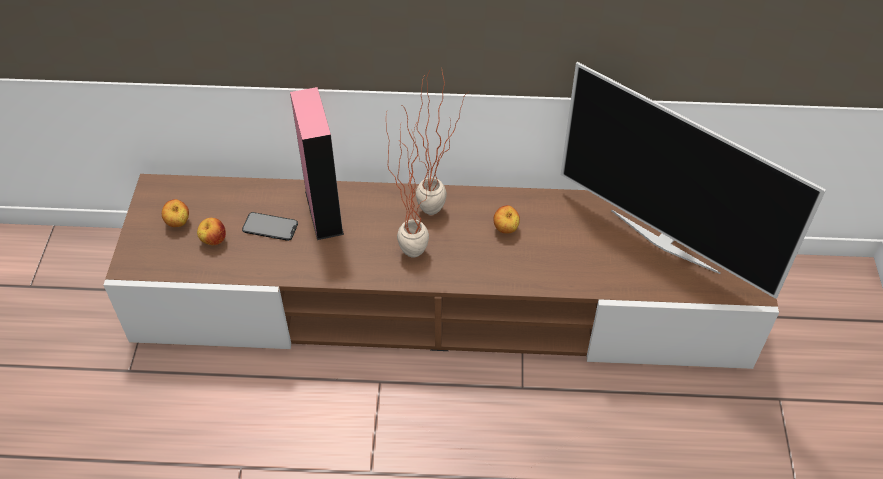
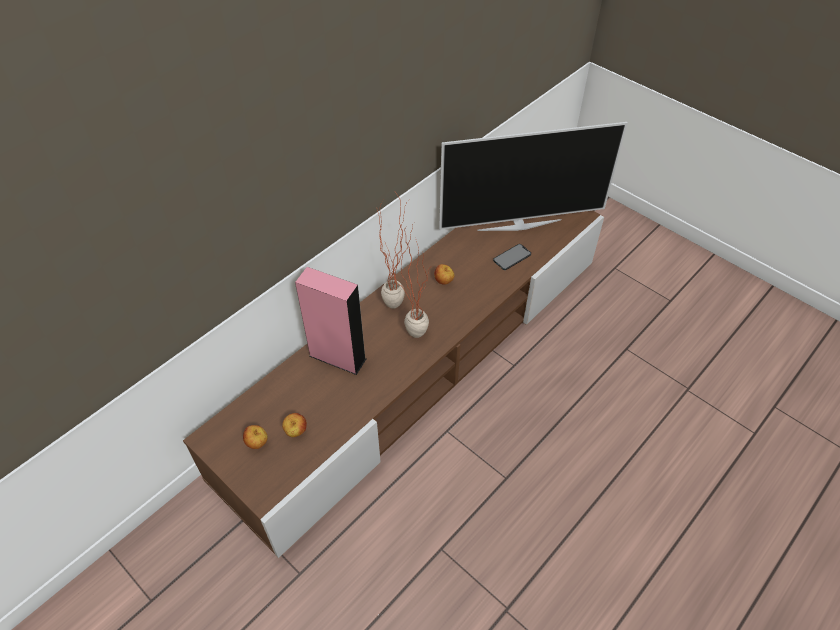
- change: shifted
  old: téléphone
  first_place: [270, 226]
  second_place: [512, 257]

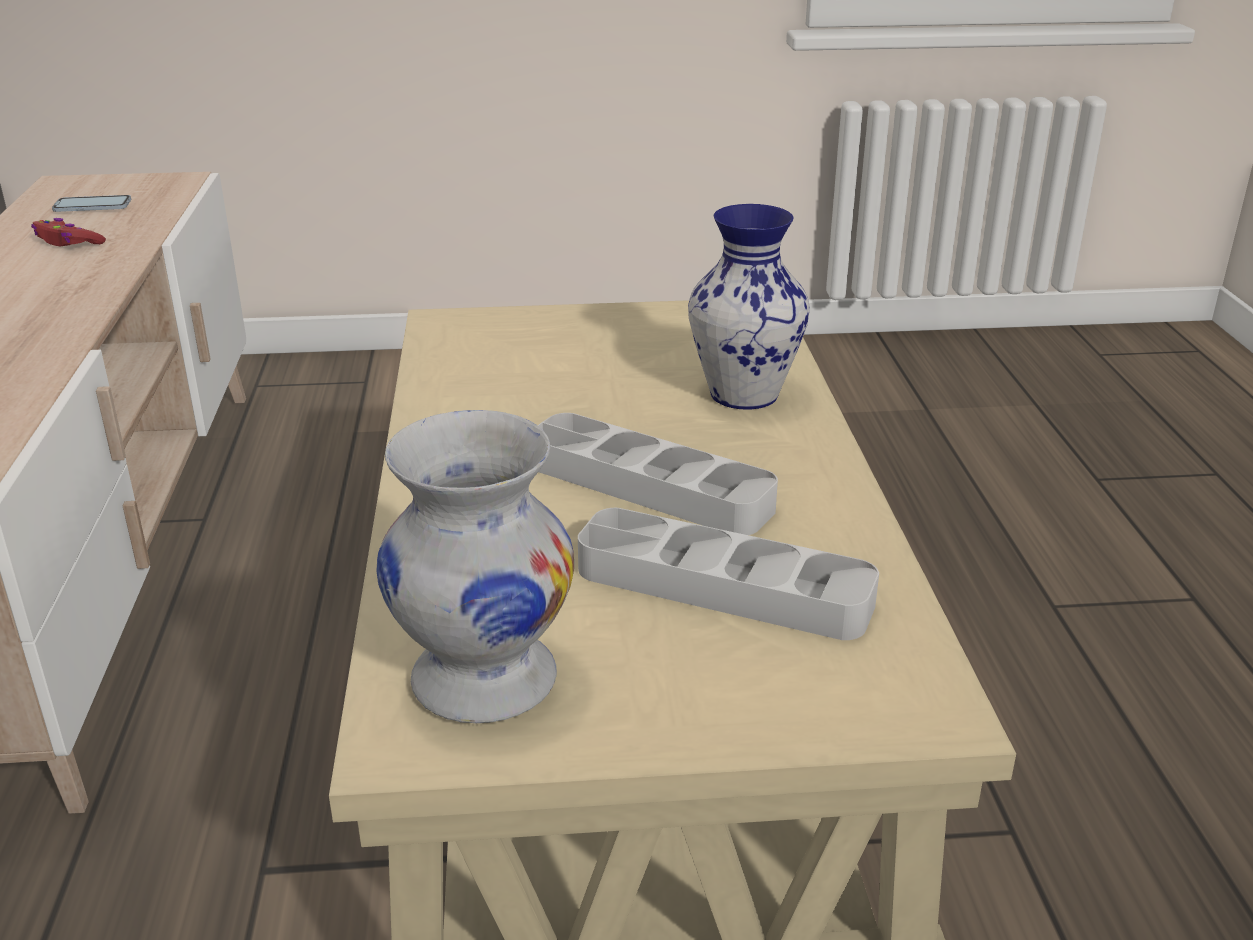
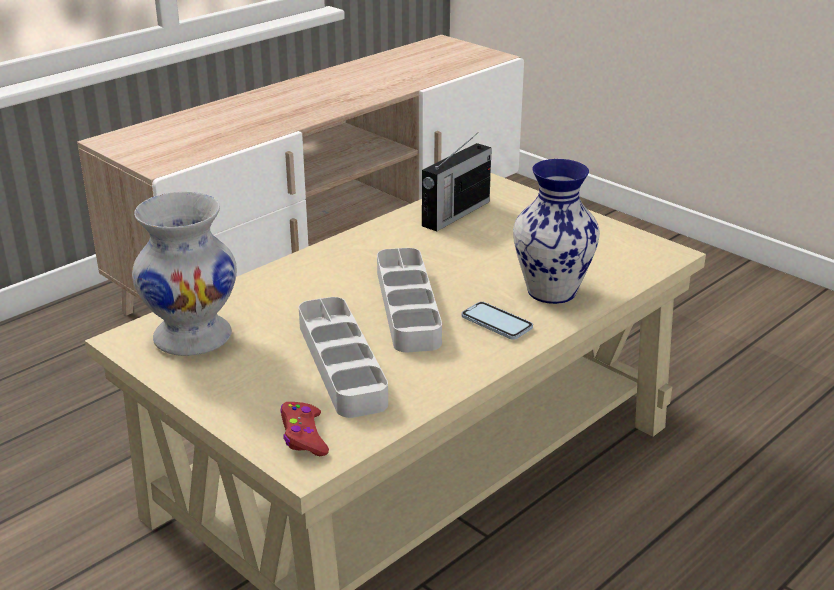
- change: new
  new: radio
  second_place: [457, 183]
- change: shifted
  old: manette (rouge)
  first_place: [68, 232]
  second_place: [304, 429]
- change: shifted
  old: téléphone
  first_place: [91, 203]
  second_place: [497, 321]

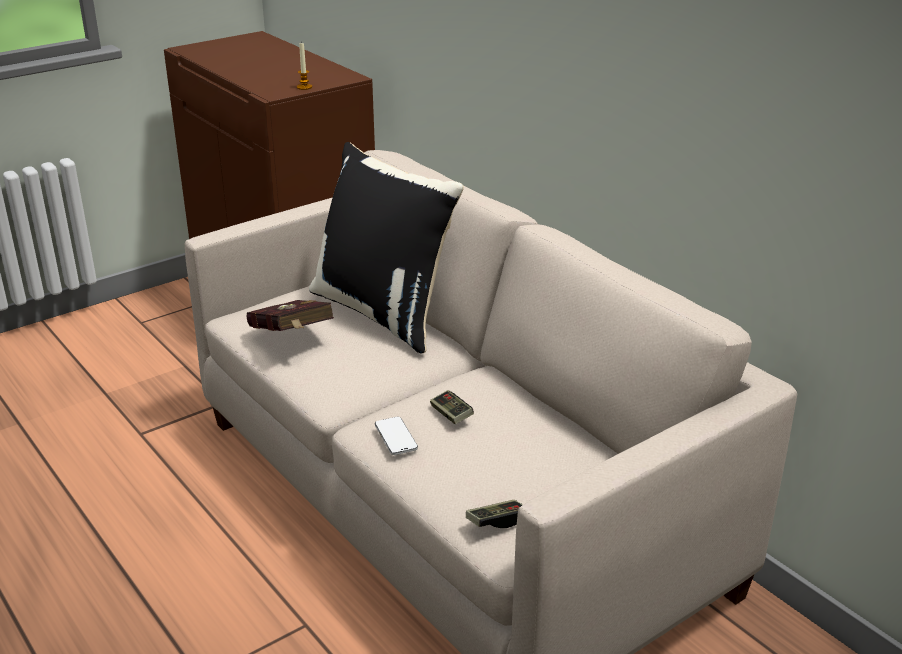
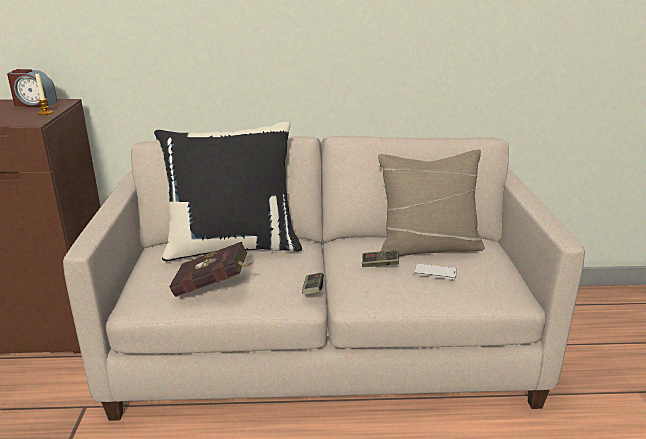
- change: new
  new: réveil
  second_place: [32, 88]
- change: new
  new: coussin (beige)
  second_place: [431, 203]
- change: shifted
  old: téléphone
  first_place: [396, 436]
  second_place: [435, 271]
- change: shifted
  old: manette
  first_place: [494, 514]
  second_place: [313, 283]

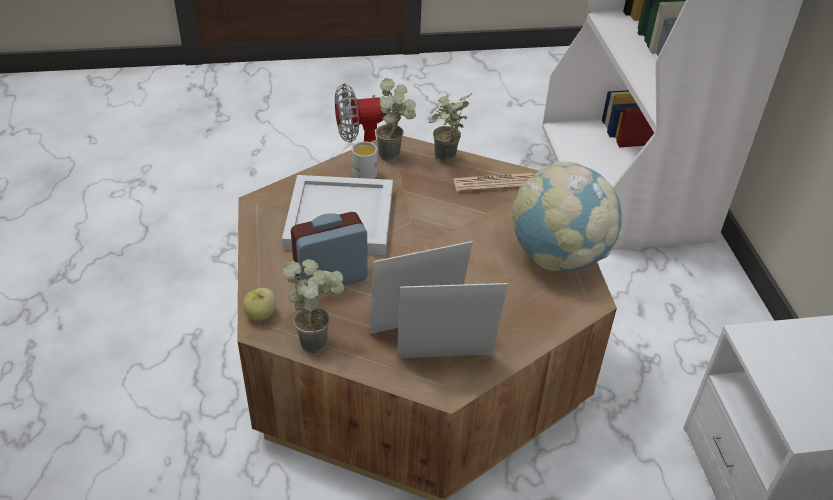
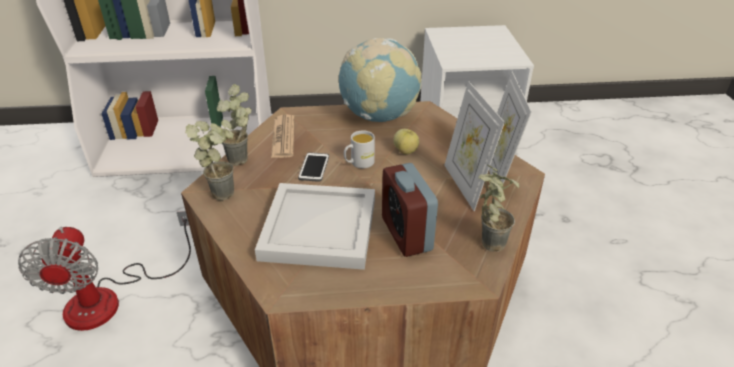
- change: new
  new: téléphone
  second_place: [313, 167]
- change: shifted
  old: pomme
  first_place: [260, 304]
  second_place: [406, 142]
- change: shifted
  old: mug (blanc)
  first_place: [364, 160]
  second_place: [359, 149]

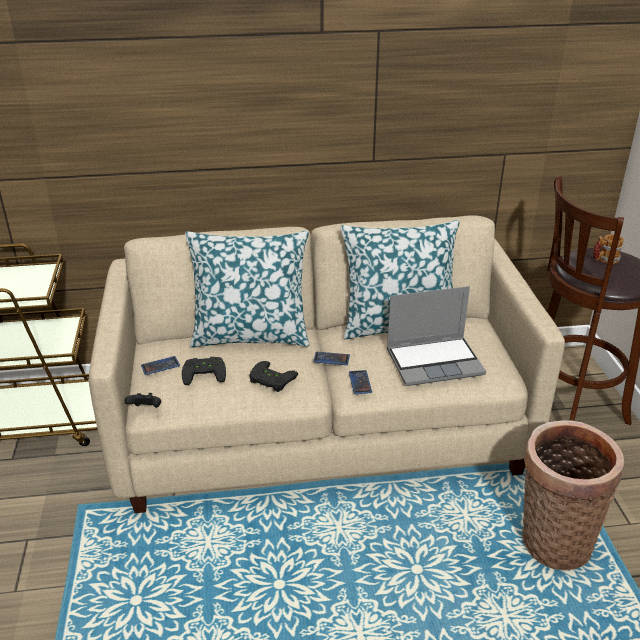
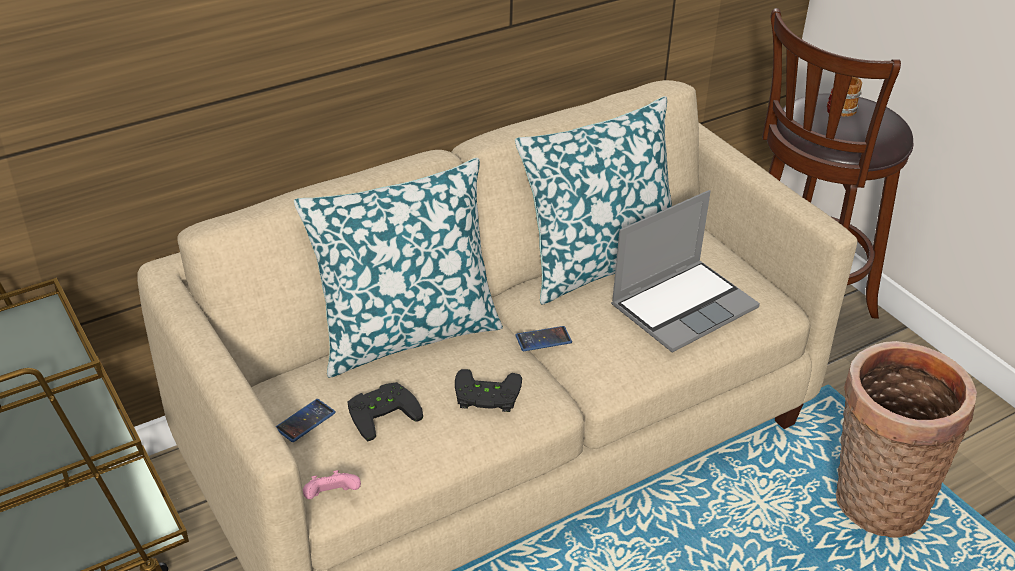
- change: gone
  old: téléphone
  first_place: [360, 382]
- change: repainted
  old: manette (noir)
  new: manette (rose)
  first_place: [143, 400]
  second_place: [332, 484]

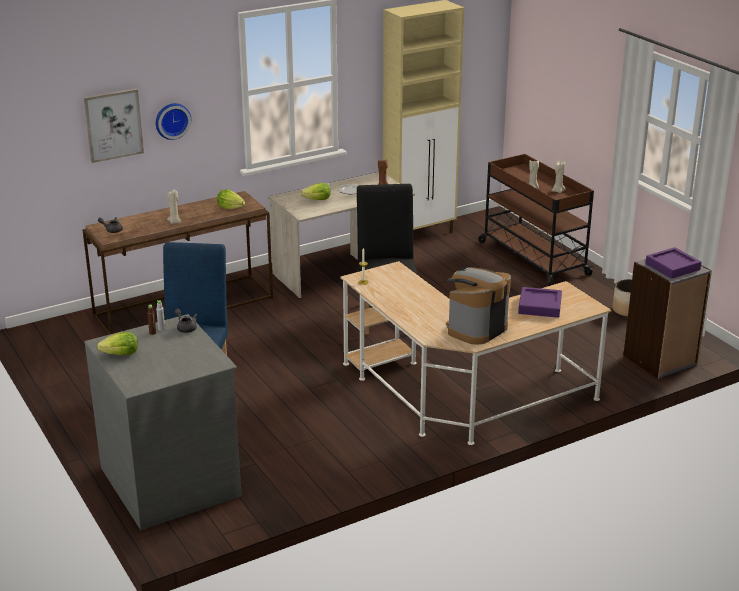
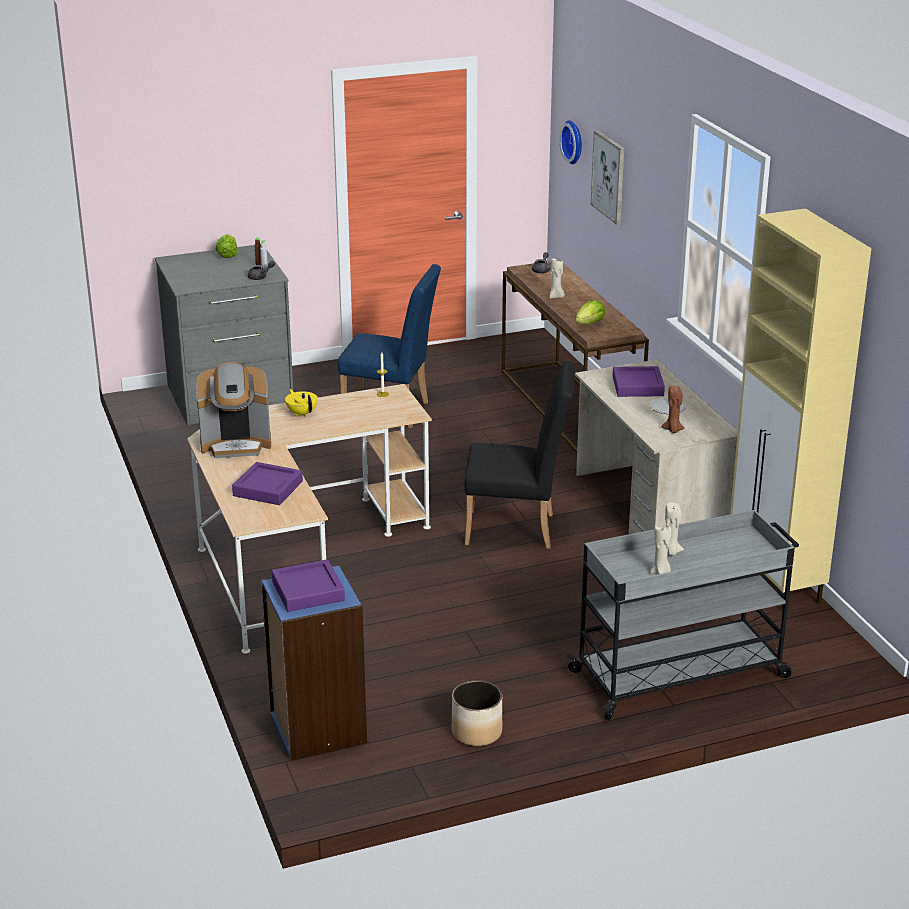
- change: new
  new: théière (jaune)
  second_place: [301, 403]
- change: shifted
  old: horloge murale
  first_place: [173, 121]
  second_place: [570, 142]
- change: swapped
  old: laitue
  new: plateau (violet)
  first_place: [316, 191]
  second_place: [639, 381]
- change: repainted
  old: chariot (marron)
  new: chariot (gris)
  first_place: [536, 220]
  second_place: [682, 615]
- change: repainted
  old: bibliothèque (gris)
  new: bibliothèque (bleu)
  first_place: [667, 319]
  second_place: [314, 662]
- change: rotated
  old: machine à café
  first_place: [478, 306]
  second_place: [233, 410]
  degrees: 120

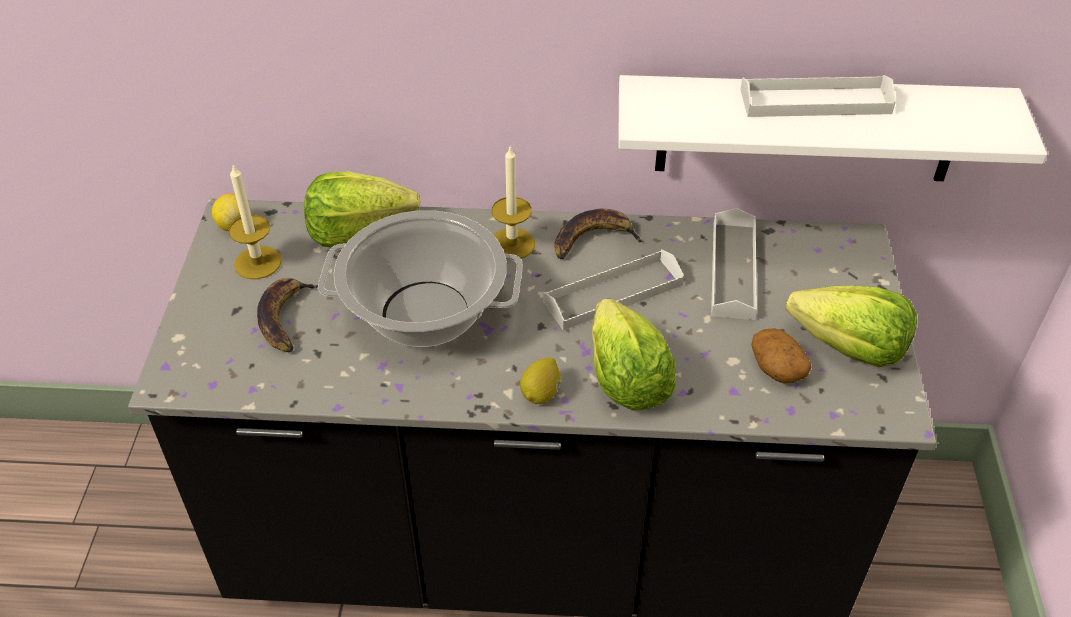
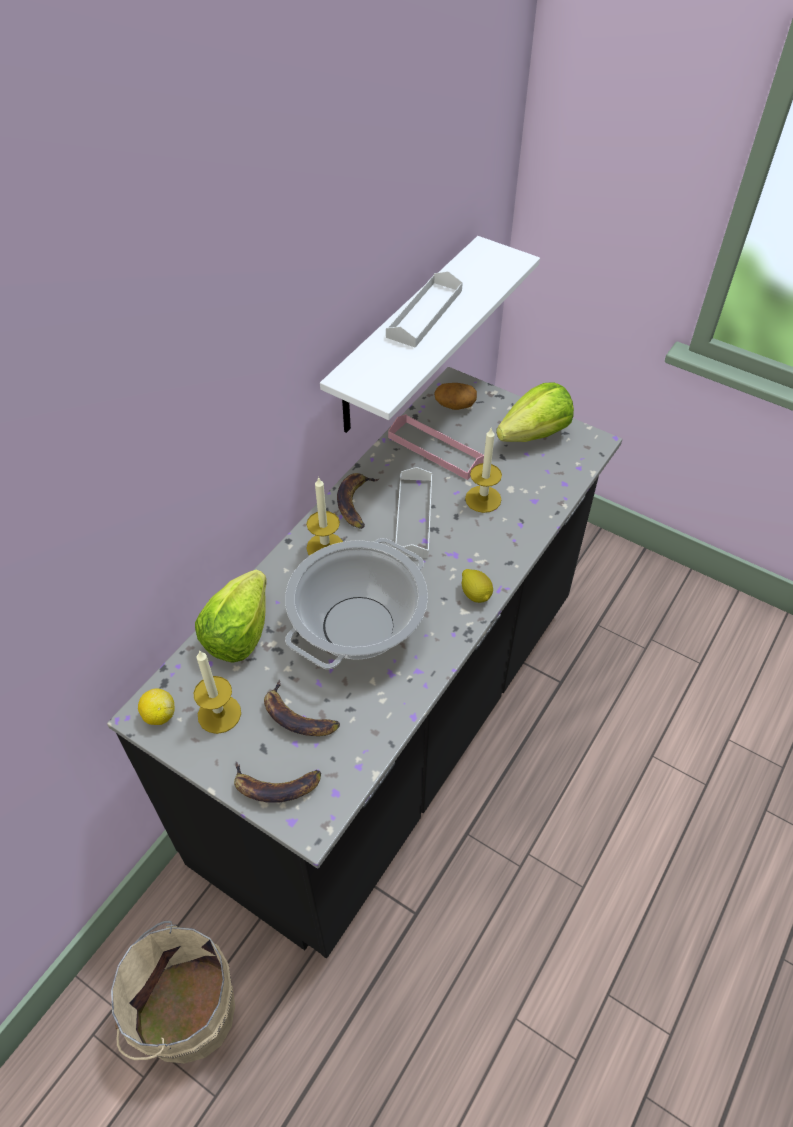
- change: gone
  old: laitue
  first_place: [634, 355]
- change: new
  new: seau (beige)
  second_place: [173, 992]
- change: new
  new: banane
  second_place: [277, 782]
- change: new
  new: bougie
  second_place: [483, 470]
- change: shifted
  old: pomme de terre
  first_place: [781, 355]
  second_place: [455, 396]
- change: repainted
  old: plateau (blanc)
  new: plateau (rose)
  first_place: [734, 264]
  second_place: [436, 447]

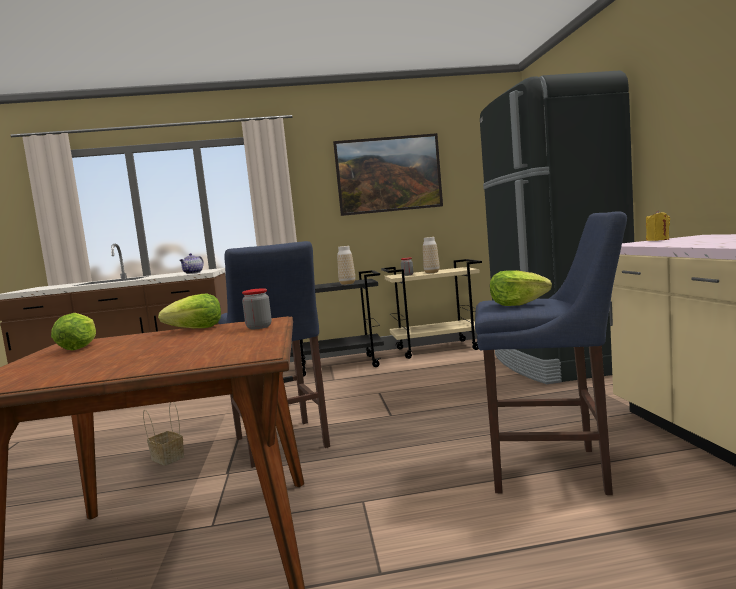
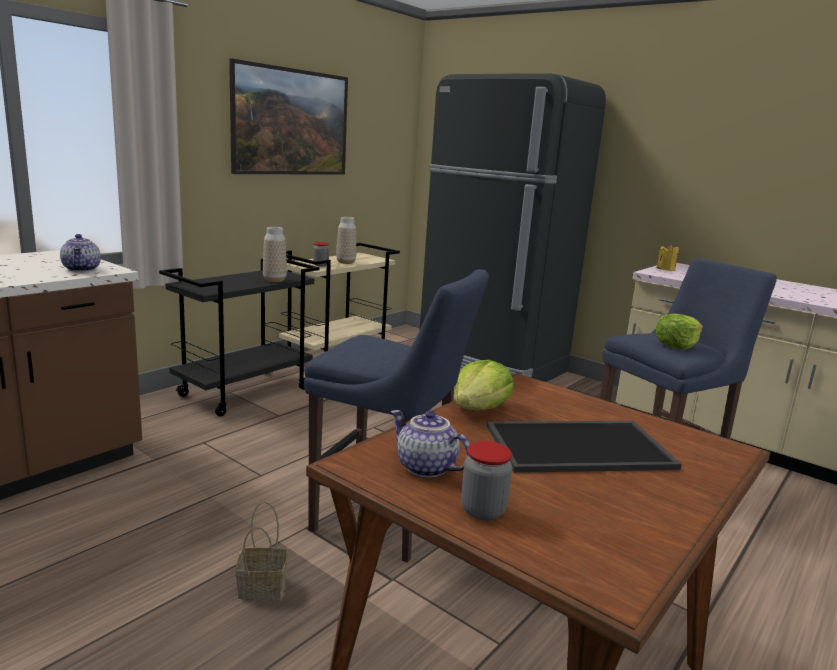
- change: new
  new: plateau
  second_place: [584, 447]
- change: shifted
  old: bocal
  first_place: [257, 308]
  second_place: [486, 481]
- change: swapped
  old: laitue
  new: théière
  first_place: [73, 331]
  second_place: [430, 444]

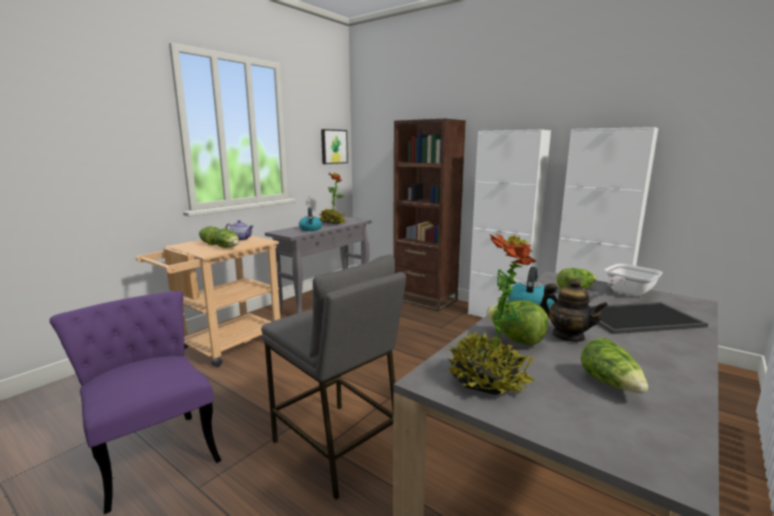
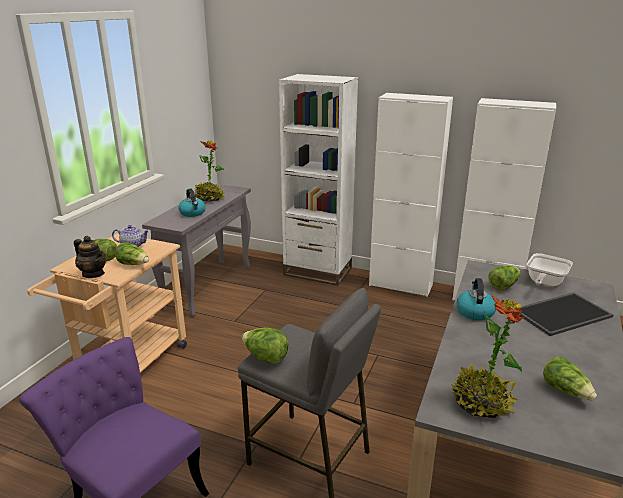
- change: gone
  old: tableau
  first_place: [334, 146]
- change: shifted
  old: laitue
  first_place: [517, 322]
  second_place: [265, 346]
- change: shifted
  old: théière
  first_place: [574, 310]
  second_place: [90, 257]
- change: repainted
  old: bibliothèque (marron)
  new: bibliothèque (blanc)
  first_place: [429, 215]
  second_place: [318, 180]

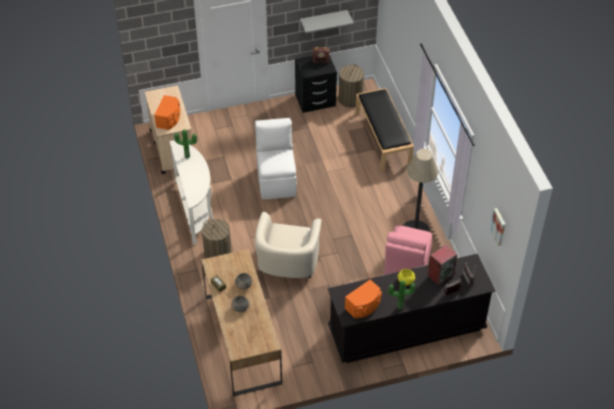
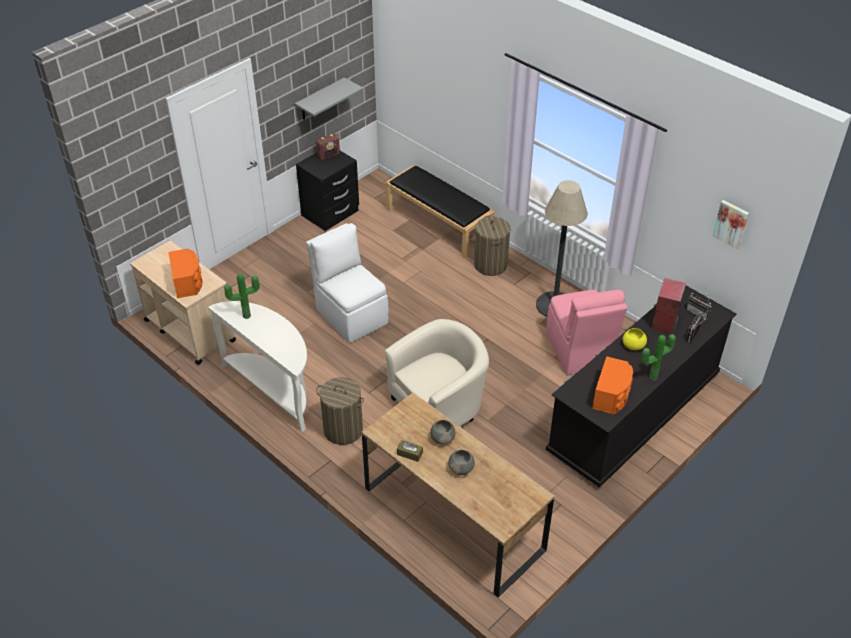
- change: shifted
  old: panier à linge
  first_place: [351, 86]
  second_place: [492, 246]
- change: rotated
  old: fauteuil (beige)
  first_place: [288, 245]
  second_place: [437, 372]
  degrees: -105

